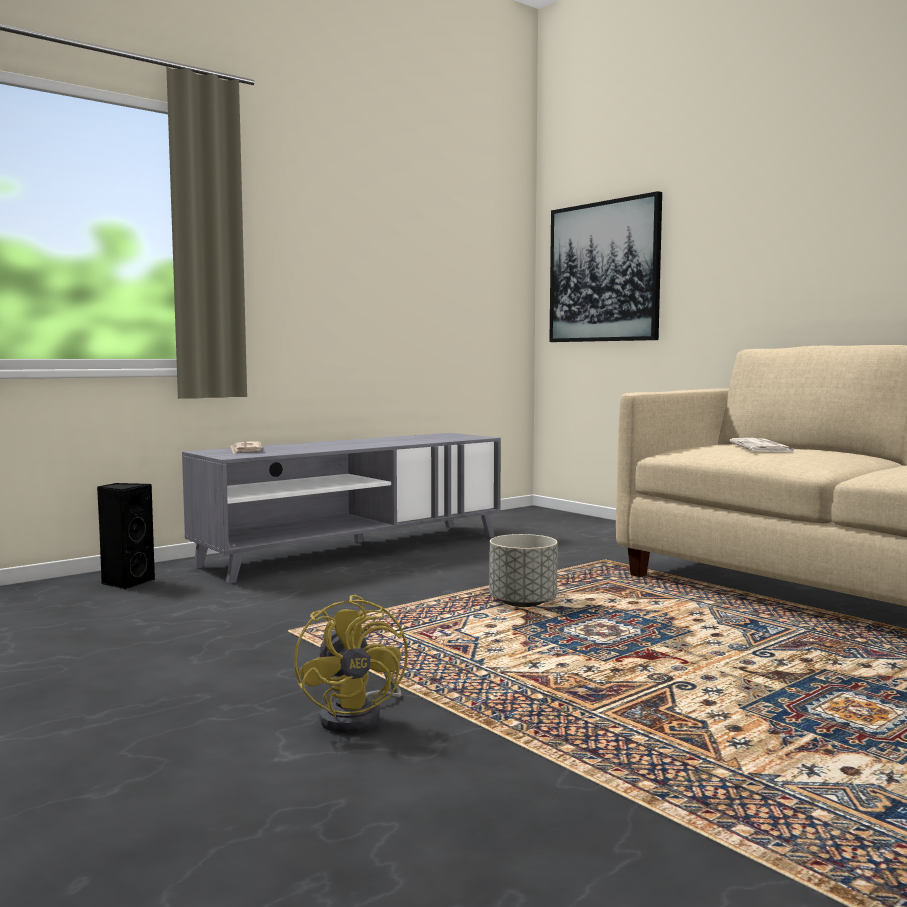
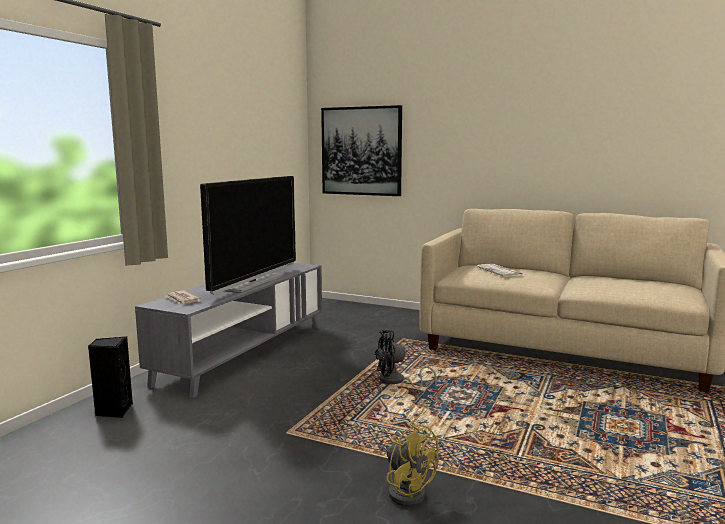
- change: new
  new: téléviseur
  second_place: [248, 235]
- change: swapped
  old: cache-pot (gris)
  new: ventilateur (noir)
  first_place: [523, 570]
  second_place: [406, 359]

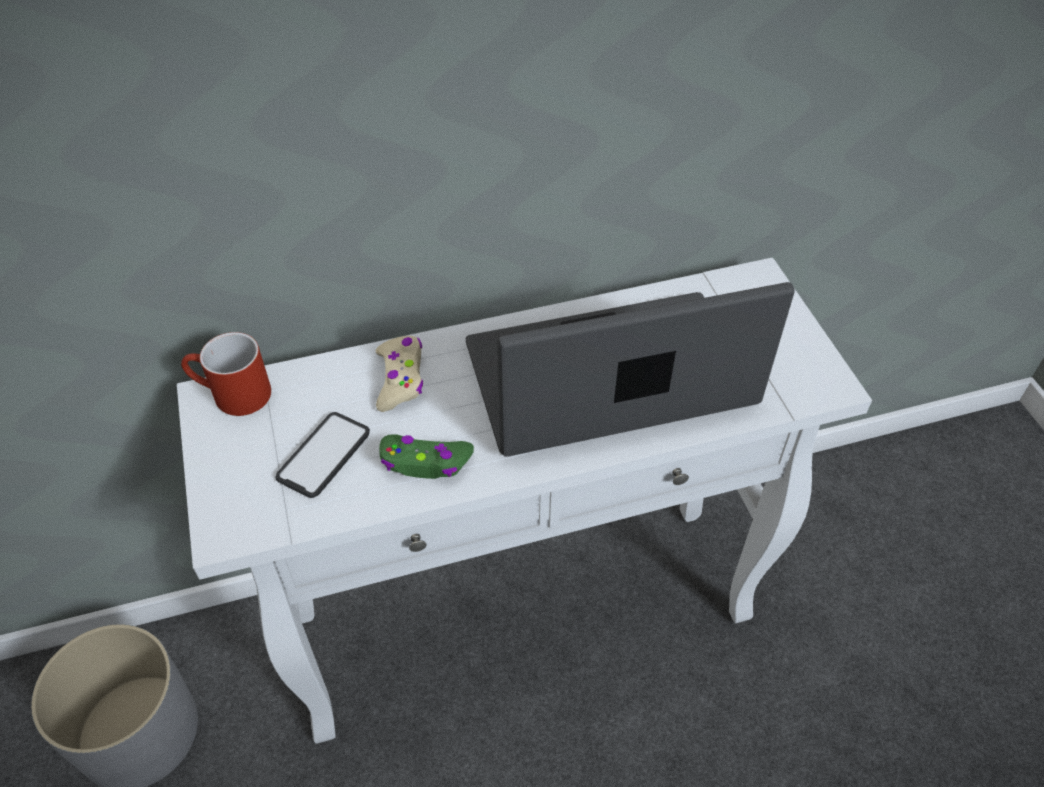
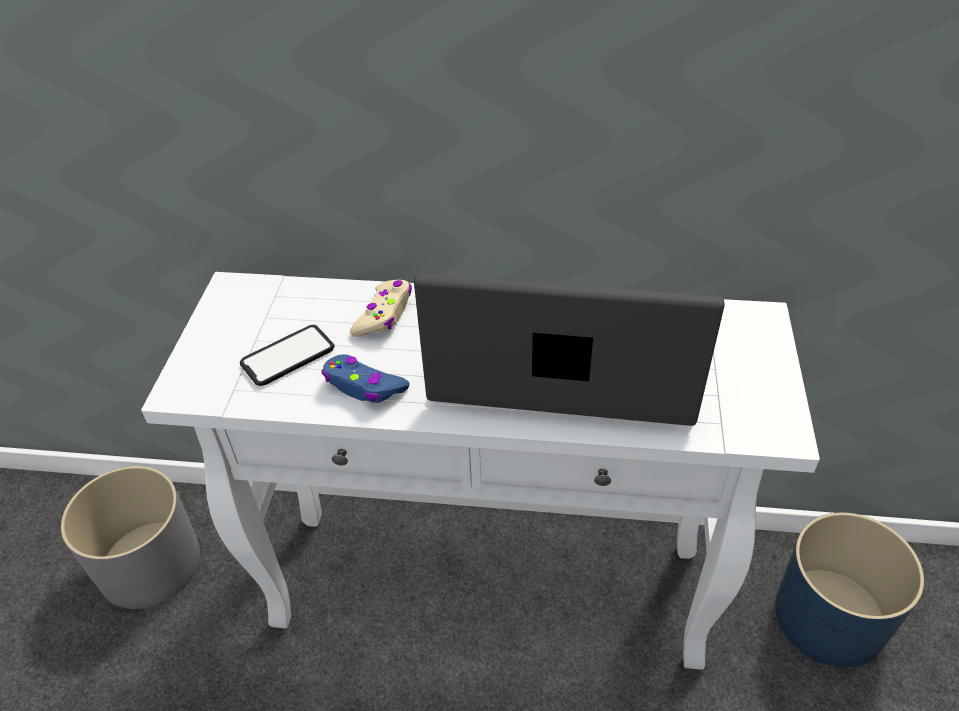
- change: gone
  old: mug (rouge)
  first_place: [226, 374]
- change: new
  new: cache-pot (bleu)
  second_place: [849, 590]
- change: repainted
  old: manette (vert)
  new: manette (bleu)
  first_place: [426, 456]
  second_place: [365, 379]

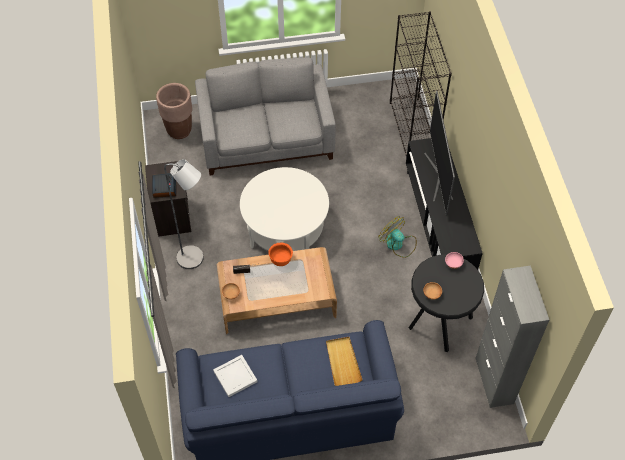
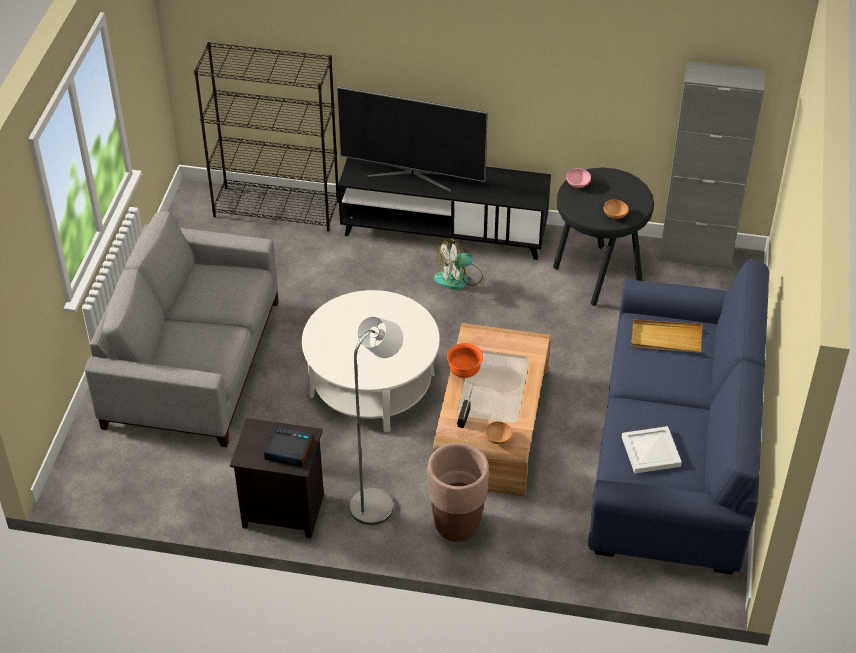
- change: shifted
  old: cache-pot (marron)
  first_place: [174, 111]
  second_place: [458, 492]

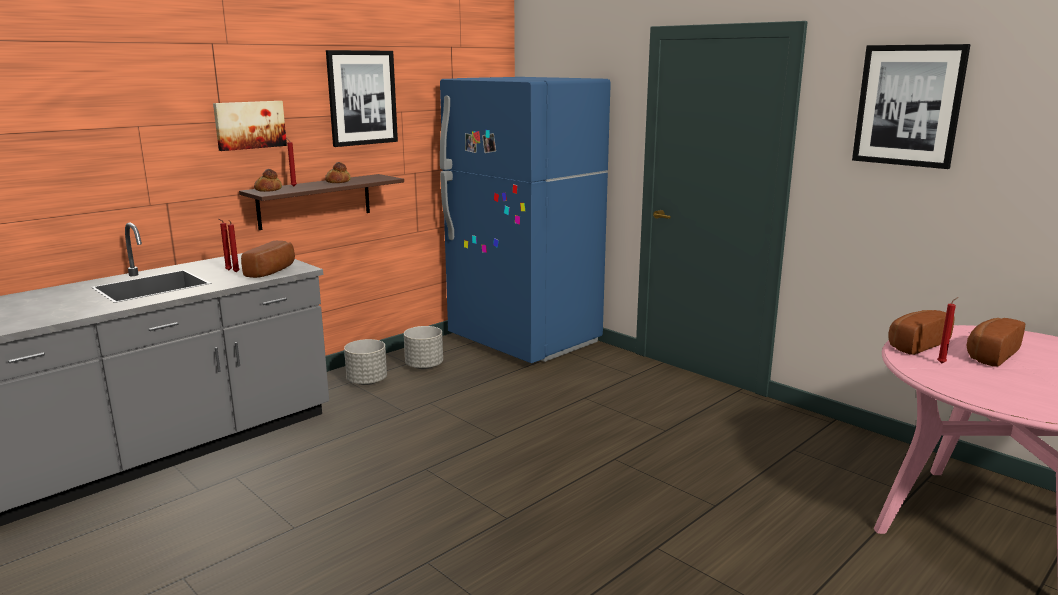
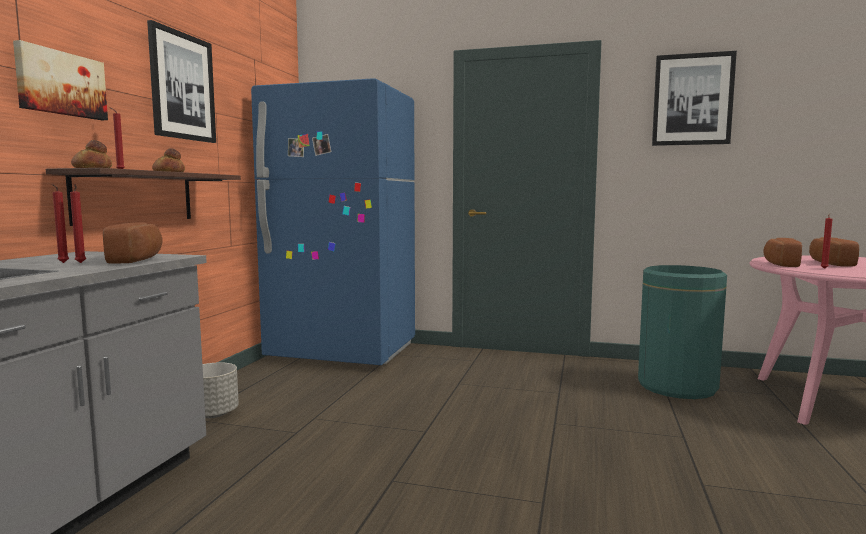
- change: gone
  old: cache-pot (gris)
  first_place: [423, 347]
- change: new
  new: poubelle (vert)
  second_place: [682, 332]

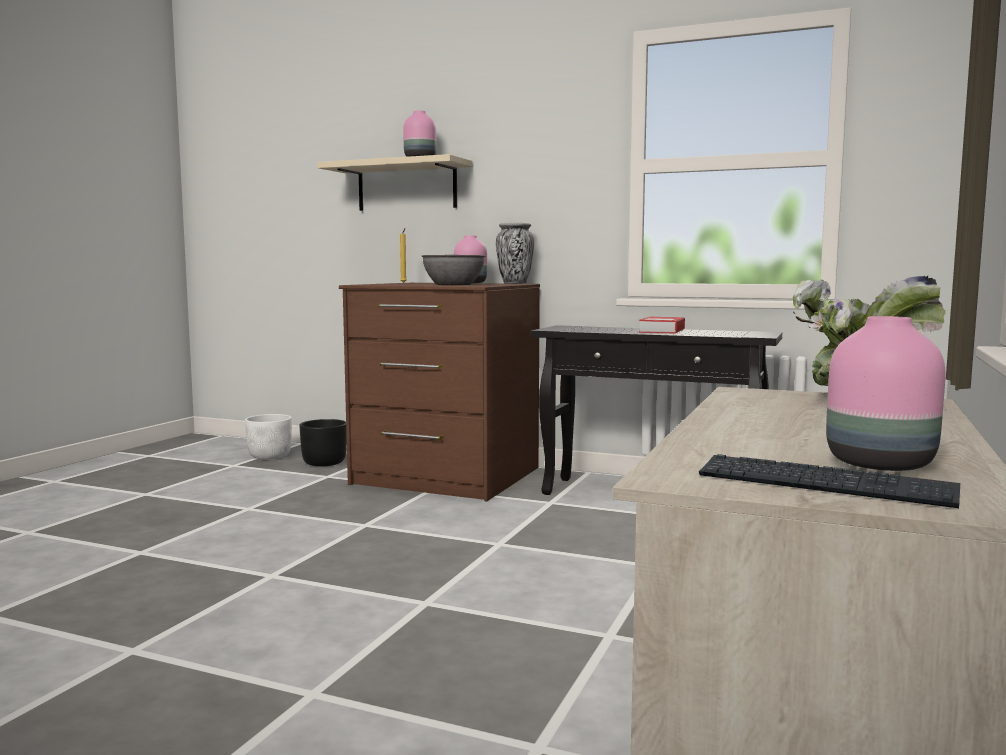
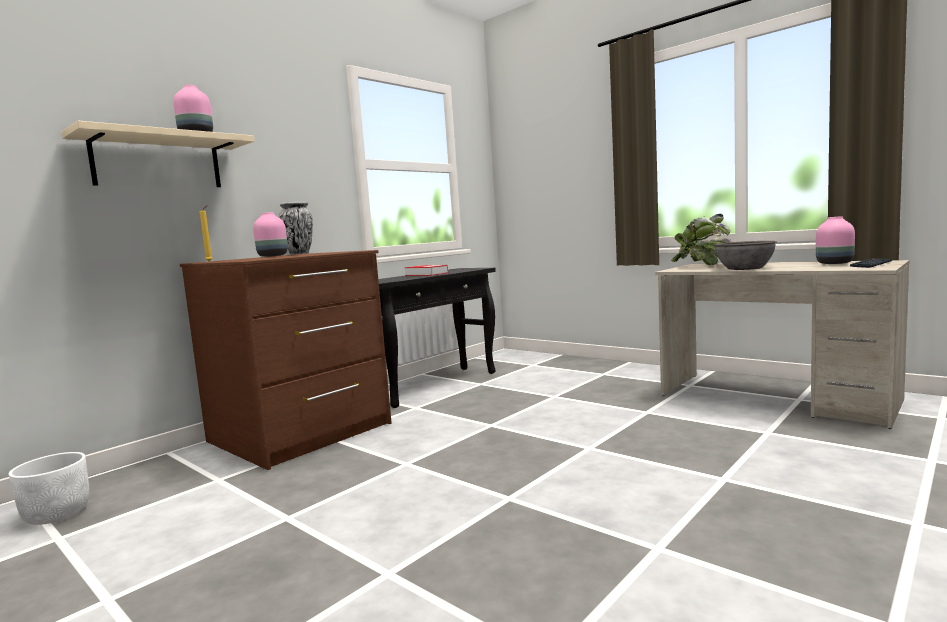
- change: gone
  old: cache-pot (noir)
  first_place: [323, 442]
- change: shifted
  old: bol (gris)
  first_place: [454, 270]
  second_place: [745, 255]

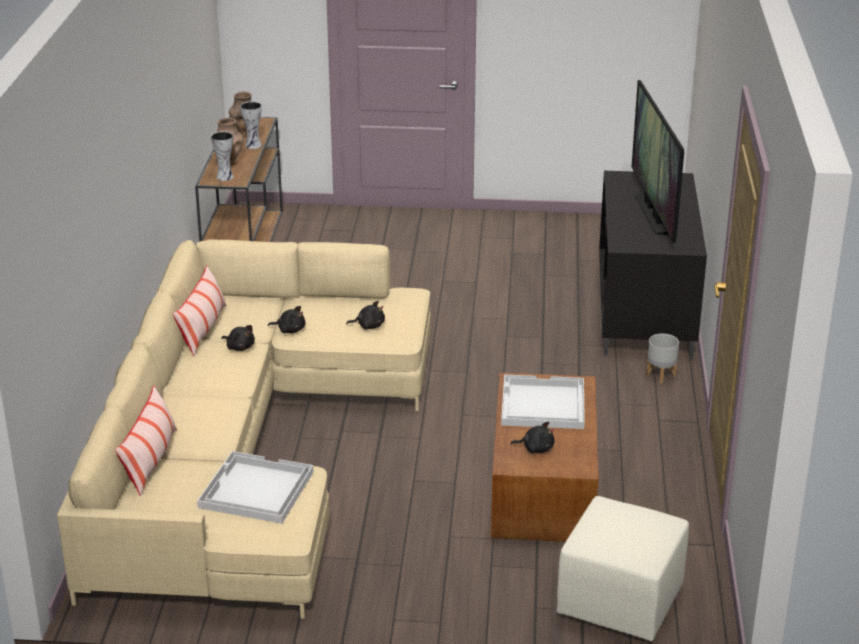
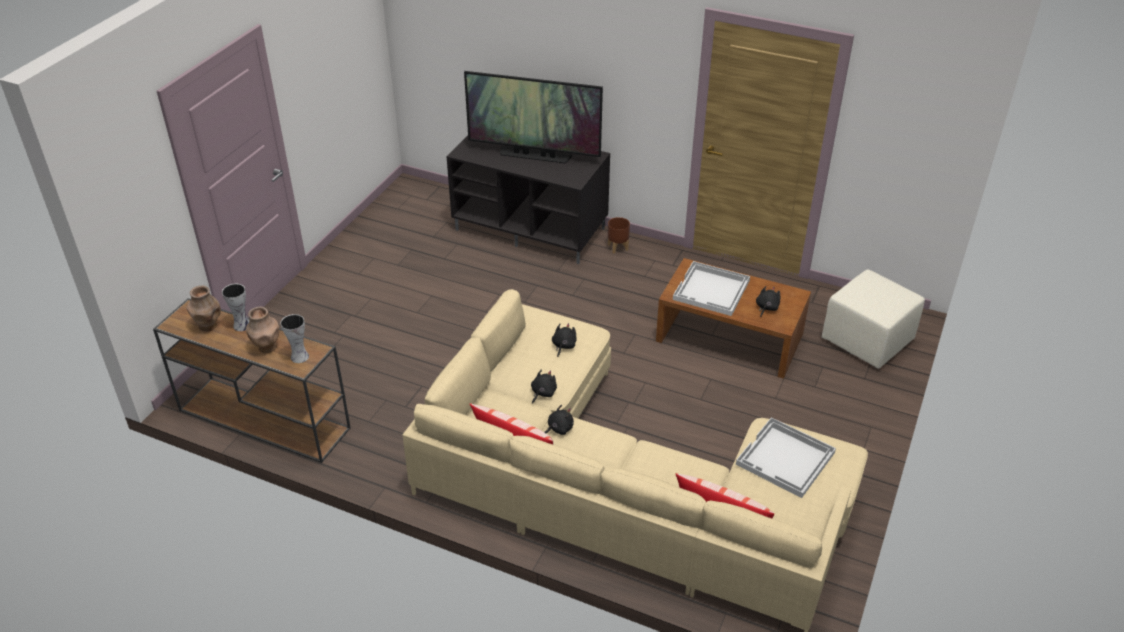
- change: repainted
  old: cache-pot (gris)
  new: cache-pot (marron)
  first_place: [662, 358]
  second_place: [619, 235]

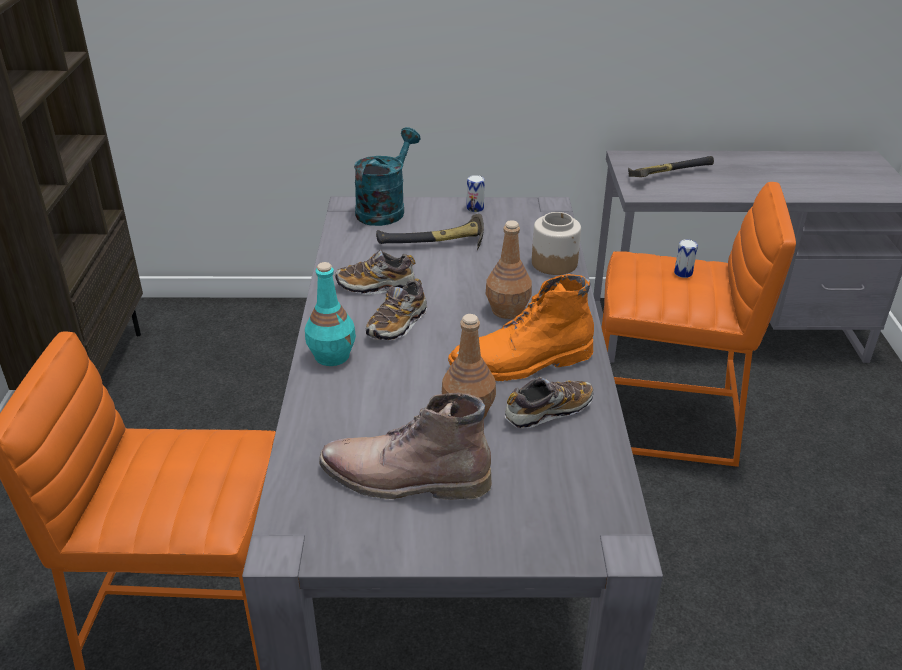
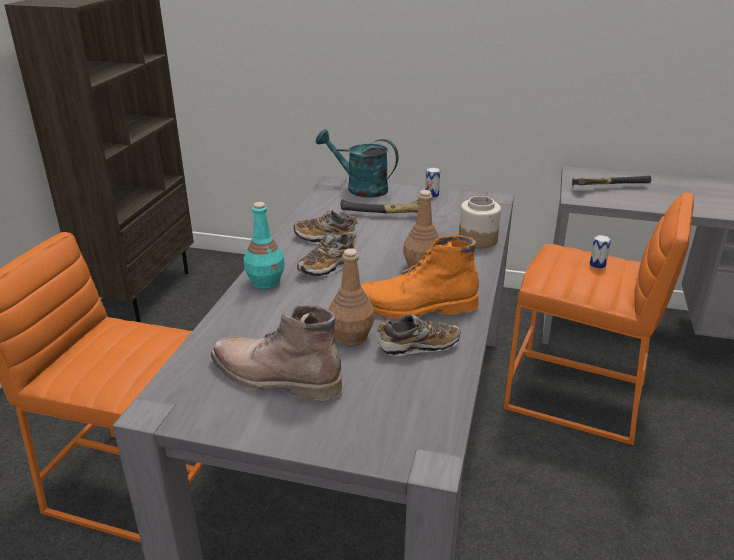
- change: rotated
  old: arrosoir (turquoise)
  first_place: [387, 176]
  second_place: [357, 163]
  degrees: -105

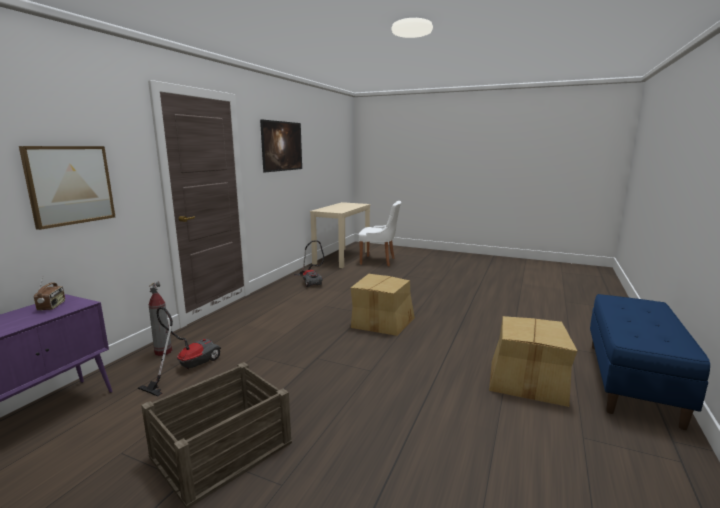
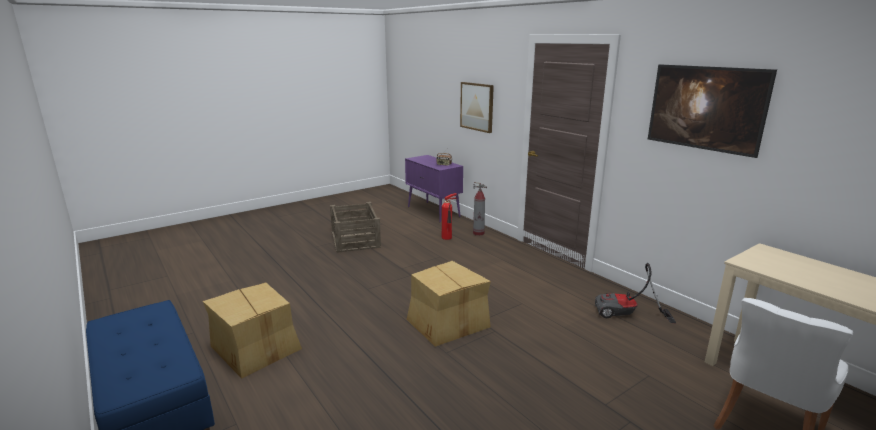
- change: swapped
  old: aspirateur
  new: extincteur
  first_place: [179, 352]
  second_place: [449, 216]

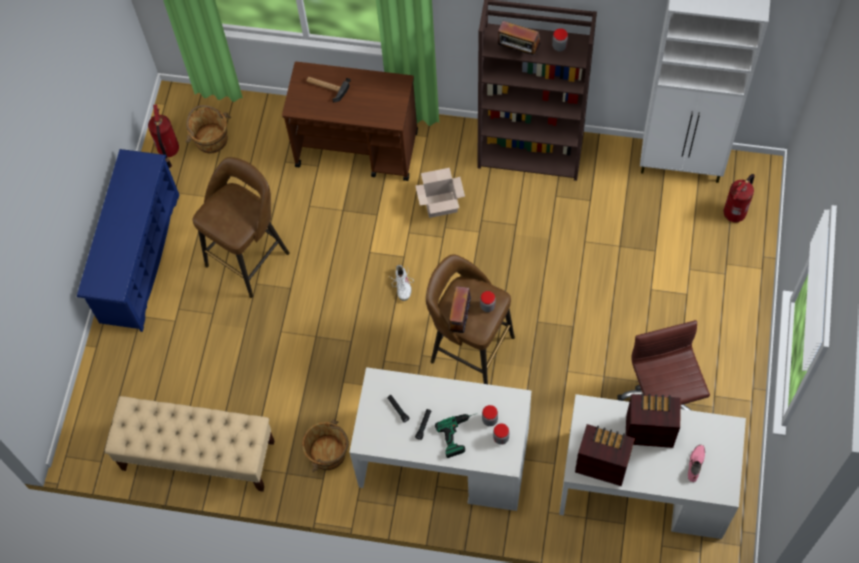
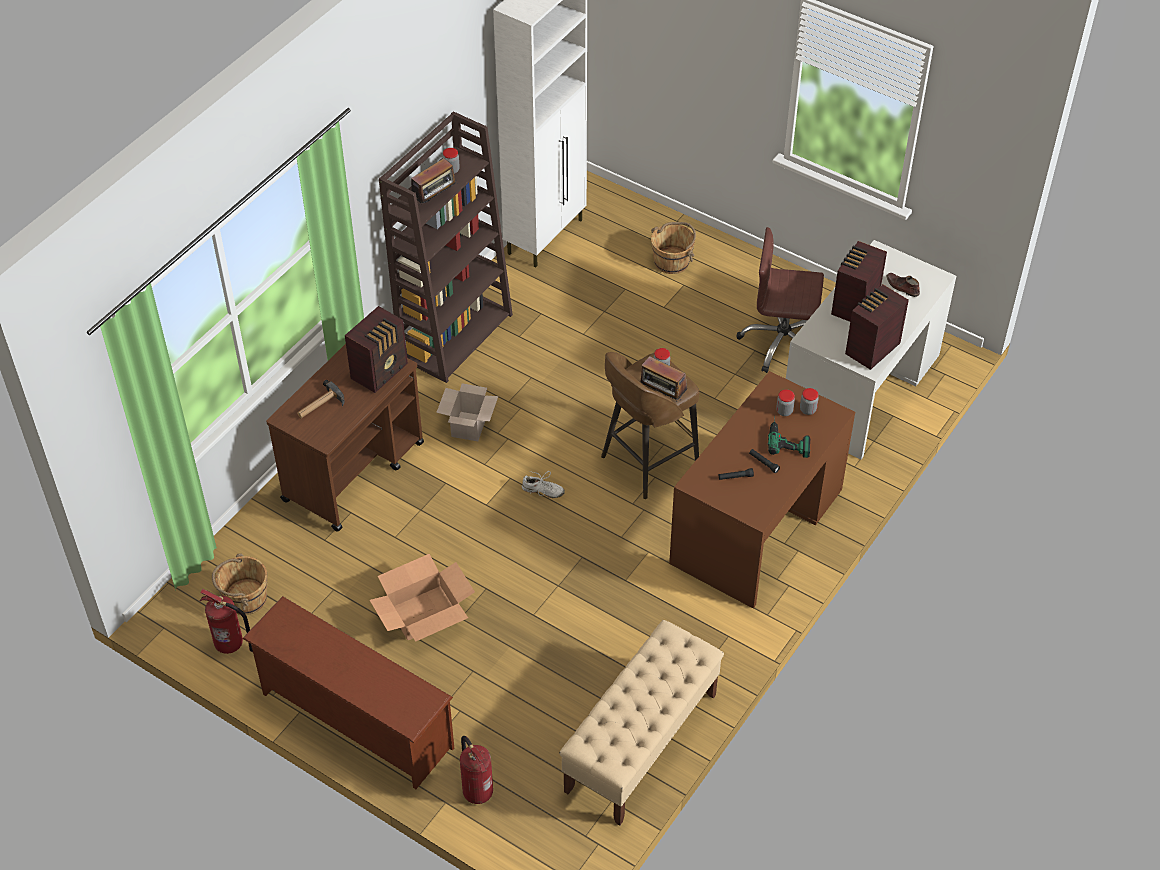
- change: new
  new: radio
  second_place: [376, 349]
- change: shifted
  old: seau (marron)
  first_place: [325, 445]
  second_place: [673, 248]
- change: shifted
  old: extincteur
  first_place: [739, 198]
  second_place: [476, 770]
- change: swapped
  old: tabouret (marron)
  new: carton
  first_place: [241, 227]
  second_place: [422, 598]
- change: repainted
  old: étagère à chaussures (bleu)
  new: étagère à chaussures (marron)
  first_place: [128, 240]
  second_place: [348, 692]
- change: repainted
  old: bureau (blanc)
  new: bureau (marron)
  first_place: [440, 439]
  second_place: [762, 489]
- change: repainted
  old: chaussure (rose)
  new: chaussure (marron)
  first_place: [696, 463]
  second_place: [903, 285]

